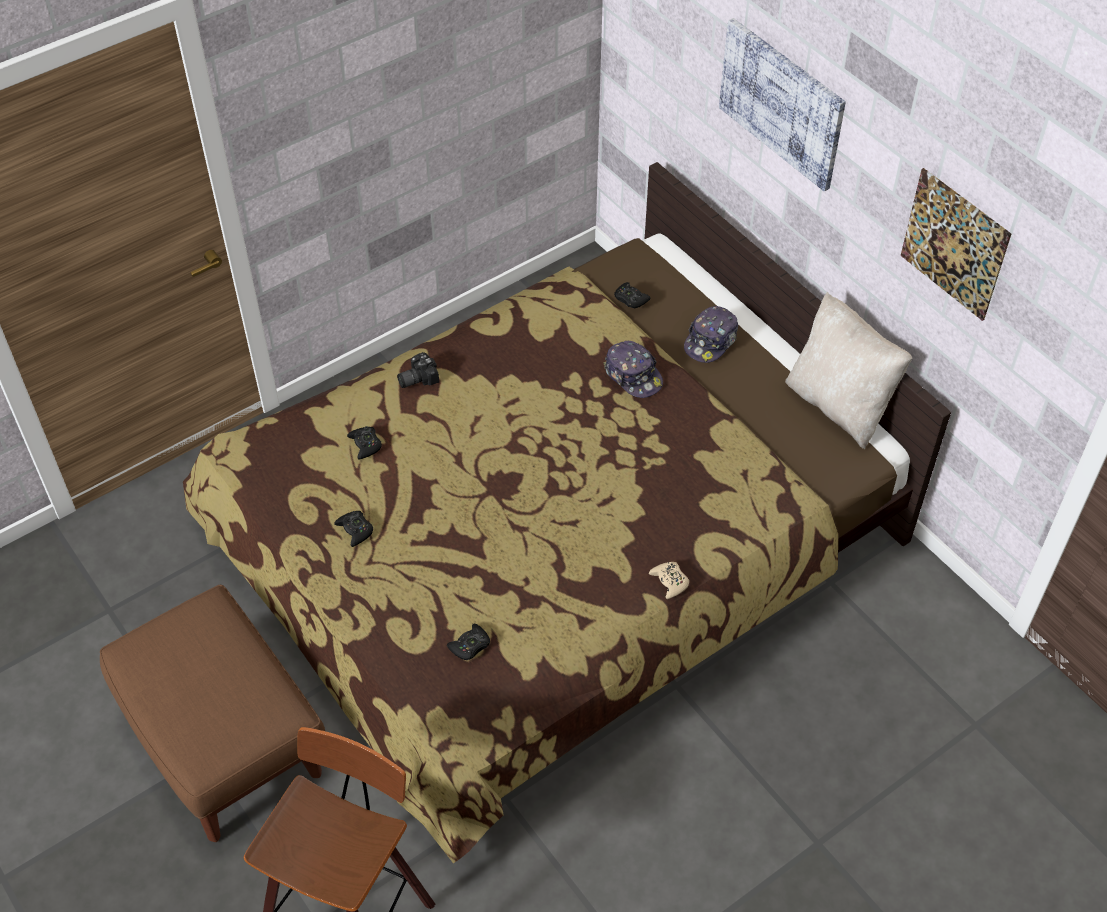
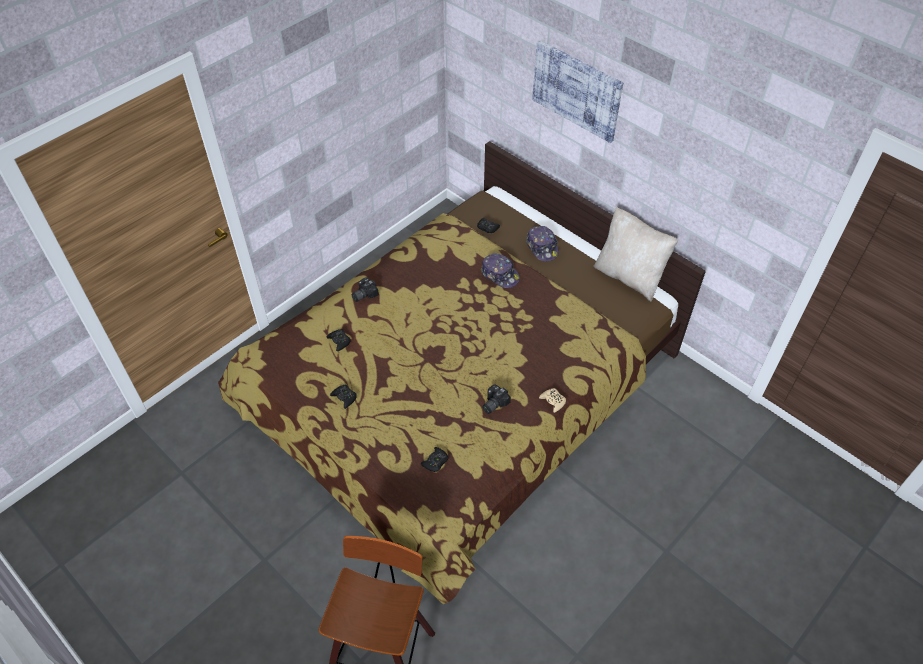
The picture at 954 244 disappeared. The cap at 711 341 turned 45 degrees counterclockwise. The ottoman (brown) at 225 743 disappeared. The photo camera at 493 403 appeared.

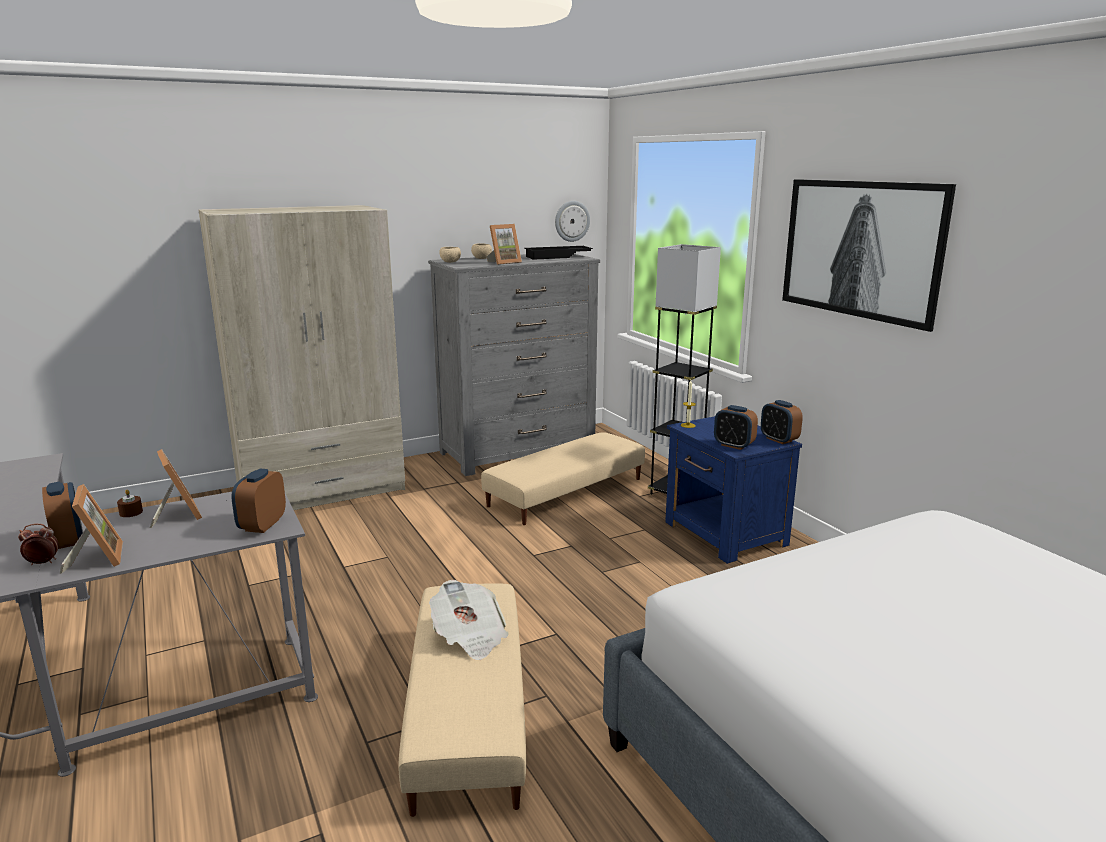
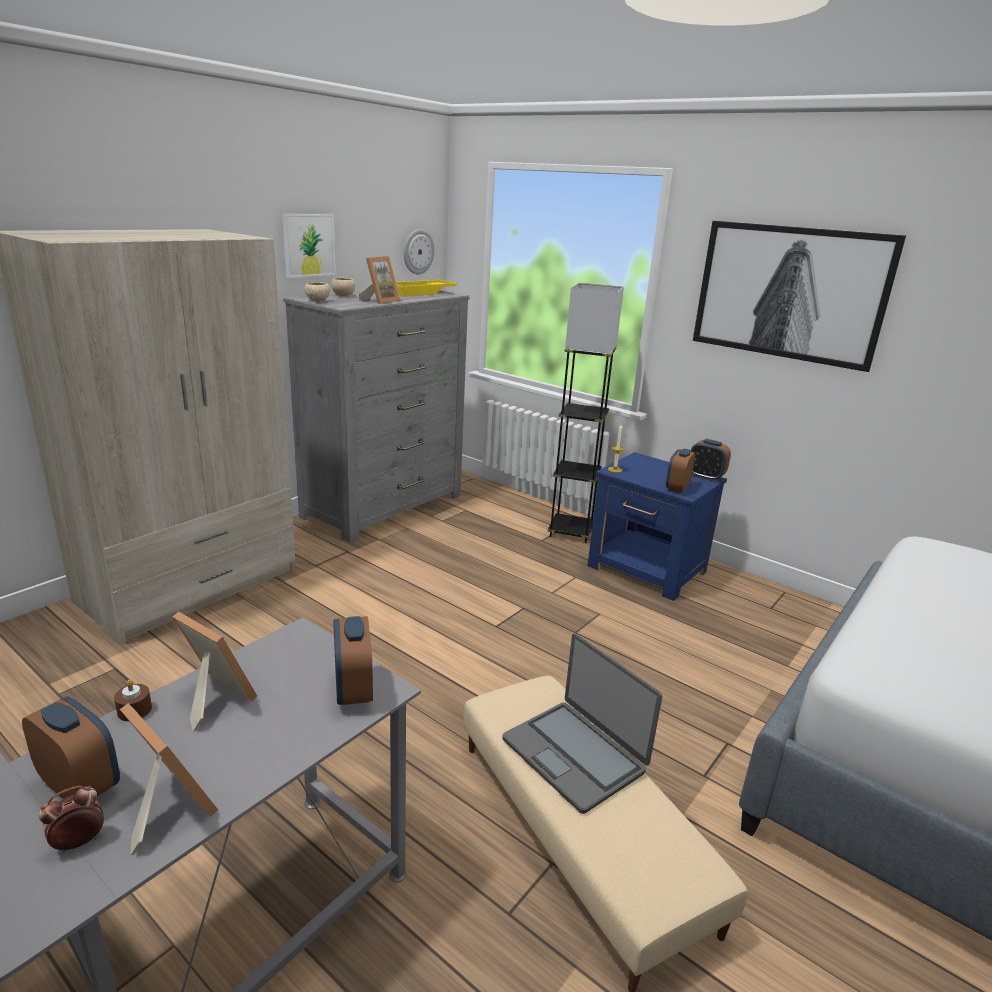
The tray (black) at 558 257 became the tray (yellow) at 422 293. The alarm clock at 733 445 turned 105 degrees clockwise. The ottoman (beige) at 566 492 disappeared. The newspaper at 469 637 was replaced by the laptop at 574 755. The picture at 308 245 appeared.

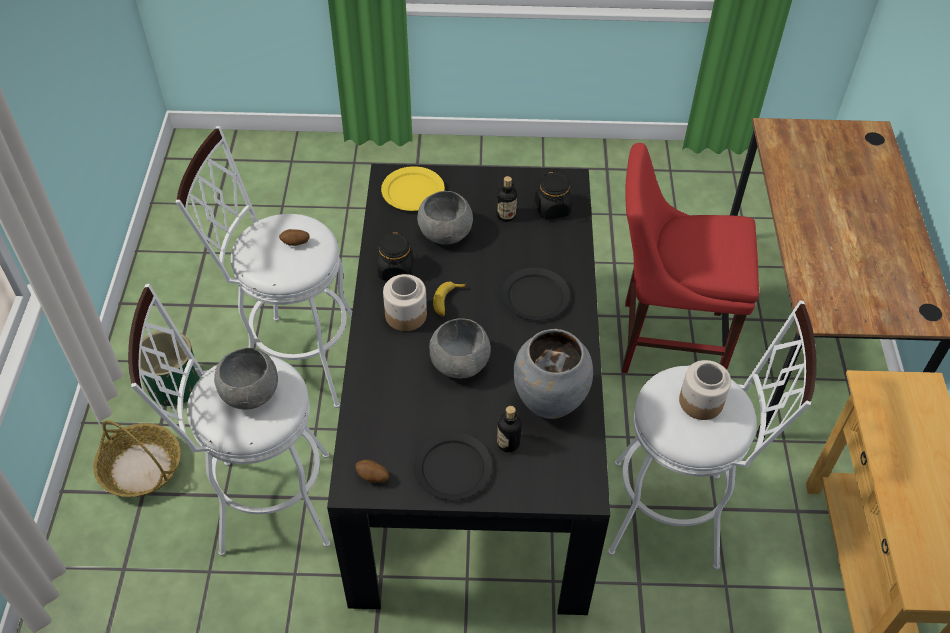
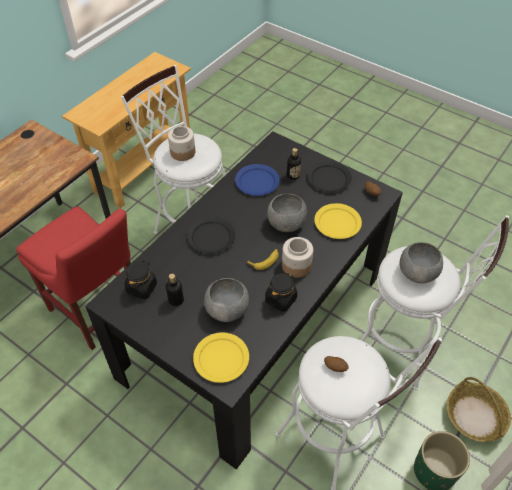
The vase (grey) at 550 404 was replaced by the plate (blue) at 257 181. The plate (yellow) at 337 222 appeared.

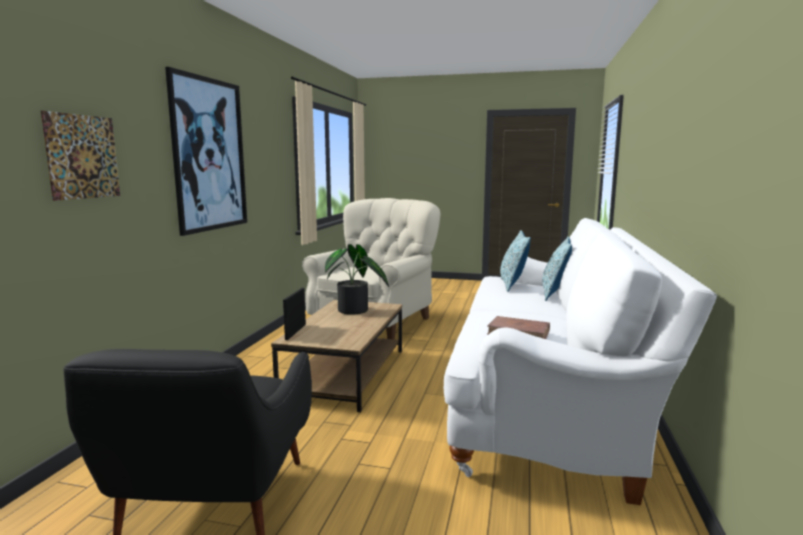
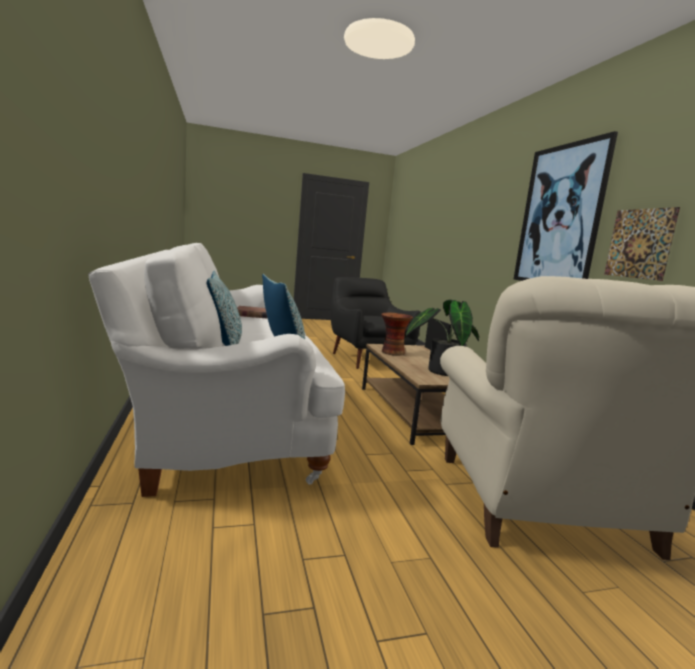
The picture moved from 83 157 to 639 243. The vase at 392 352 appeared.

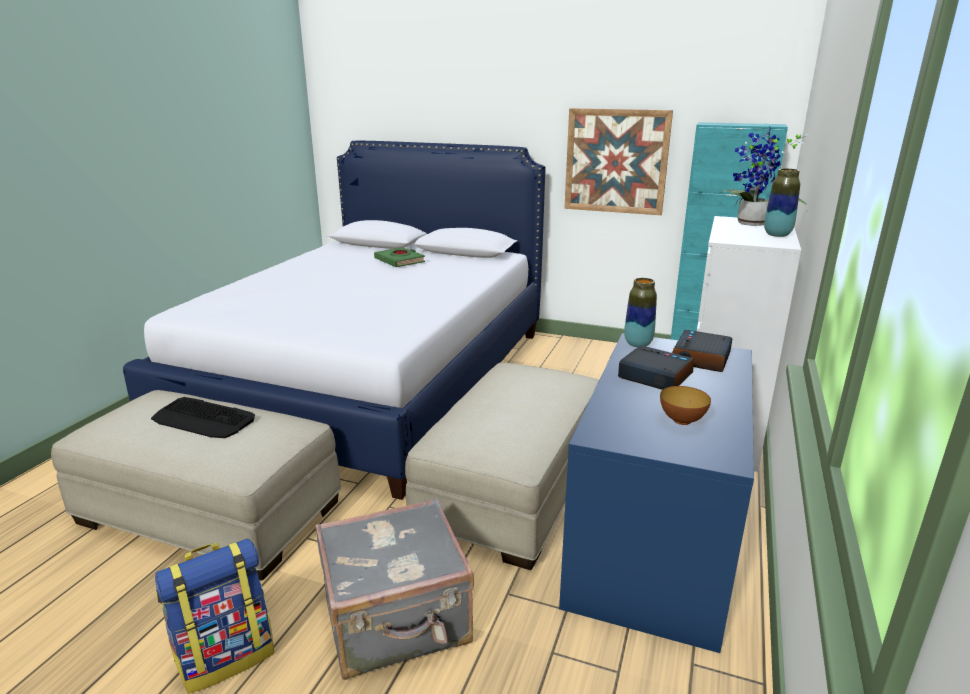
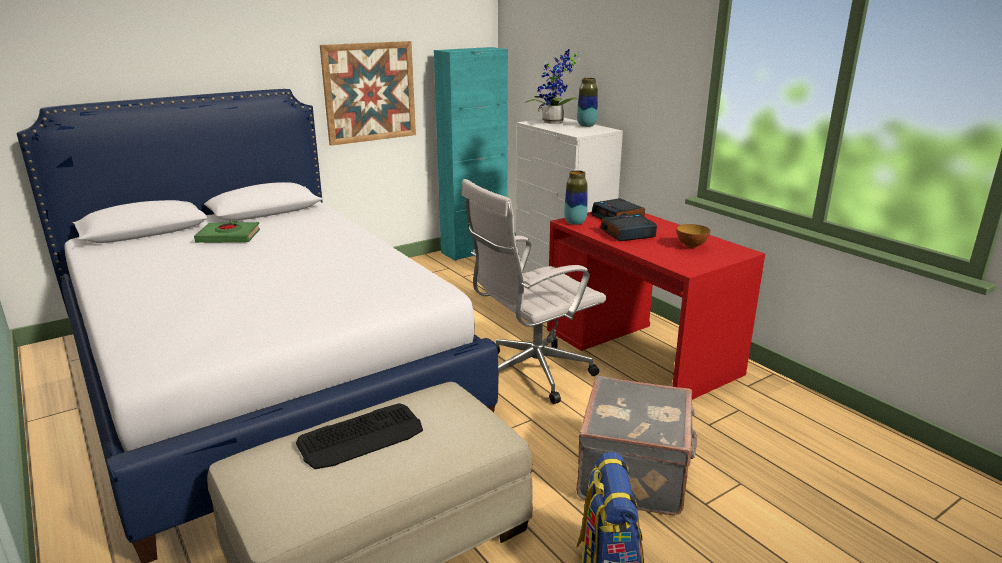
The desk (blue) at 654 539 became the desk (red) at 640 351. The ottoman (beige) at 512 486 was replaced by the office chair (white) at 531 374.

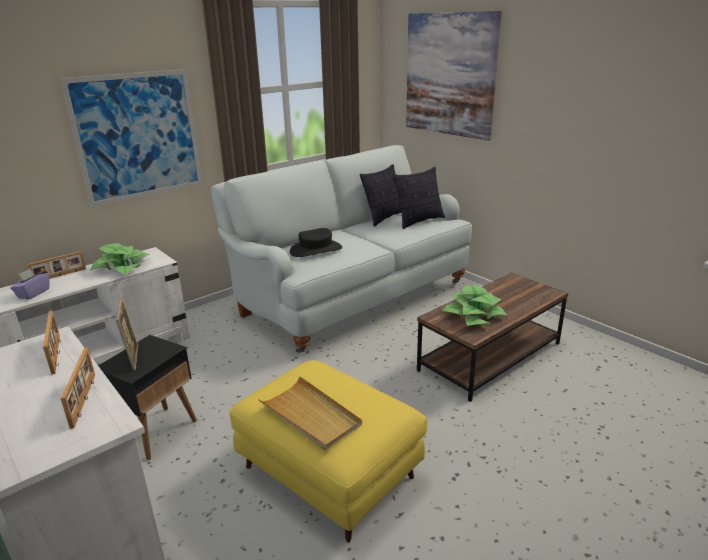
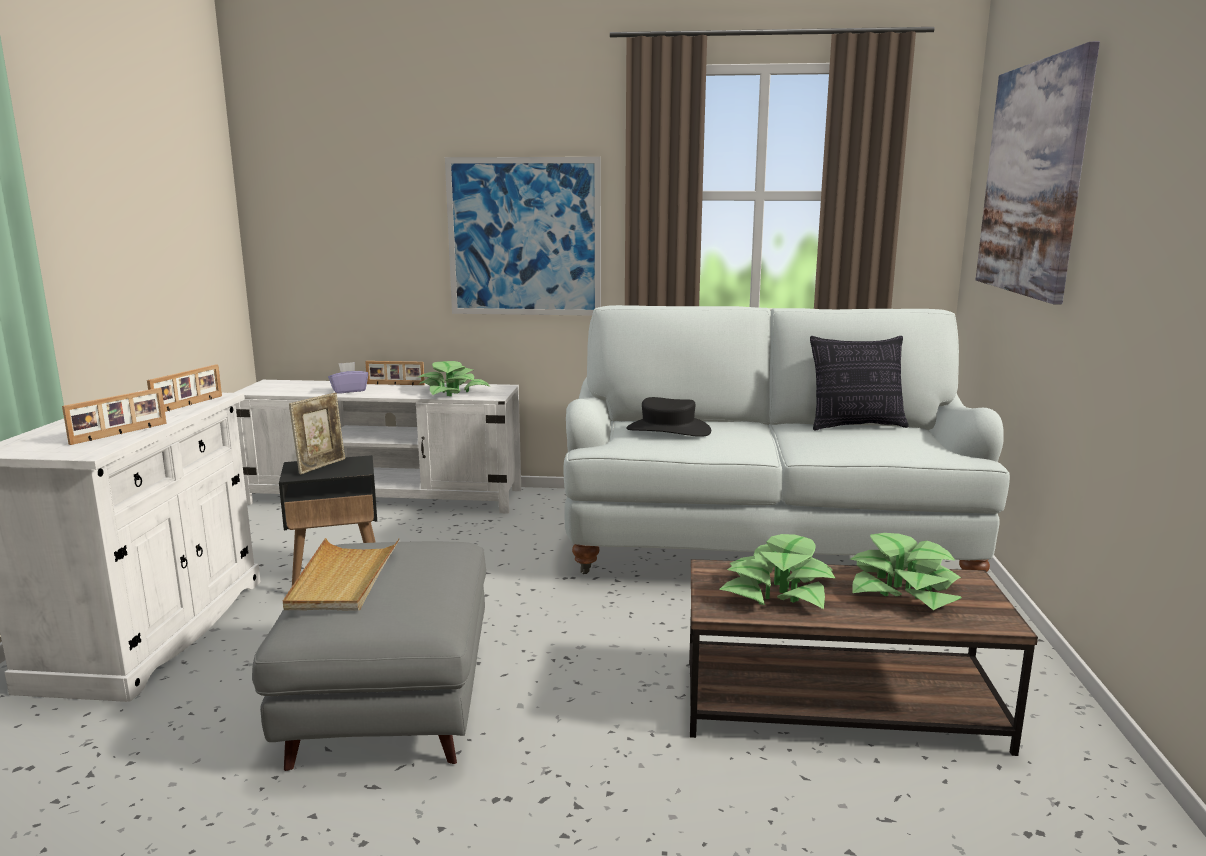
The pillow at 419 221 disappeared. The ottoman (yellow) at 328 473 became the ottoman (grey) at 390 700. The potted plant at 904 590 appeared.

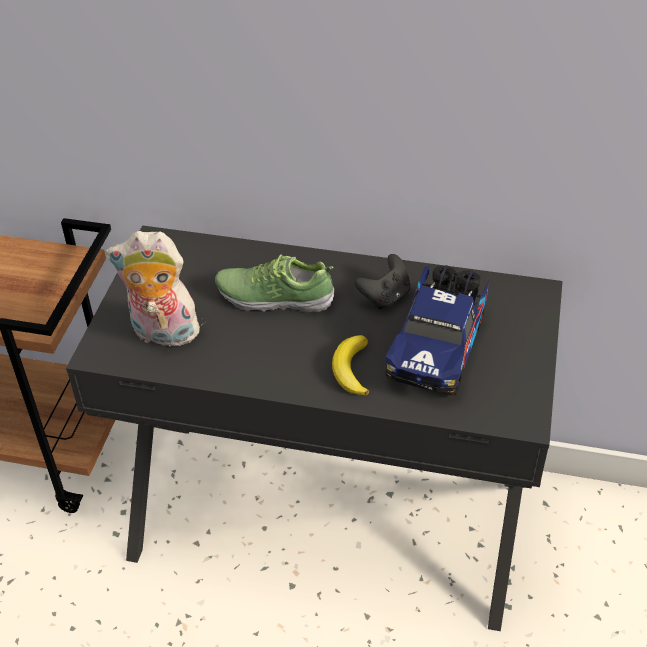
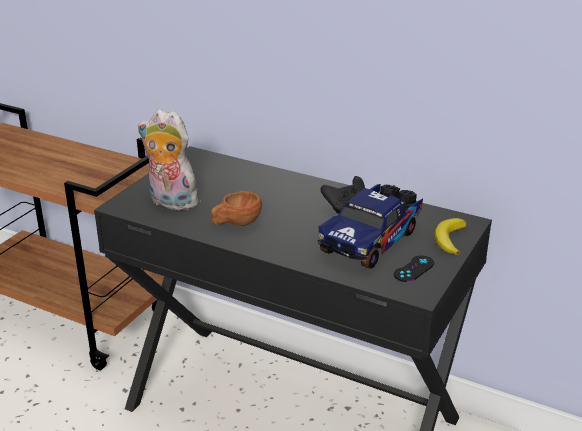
The shoe at 275 296 disappeared. The banana moved from 351 369 to 449 239. The cup (brown) at 236 223 appeared. The game controller (black) at 414 269 appeared.

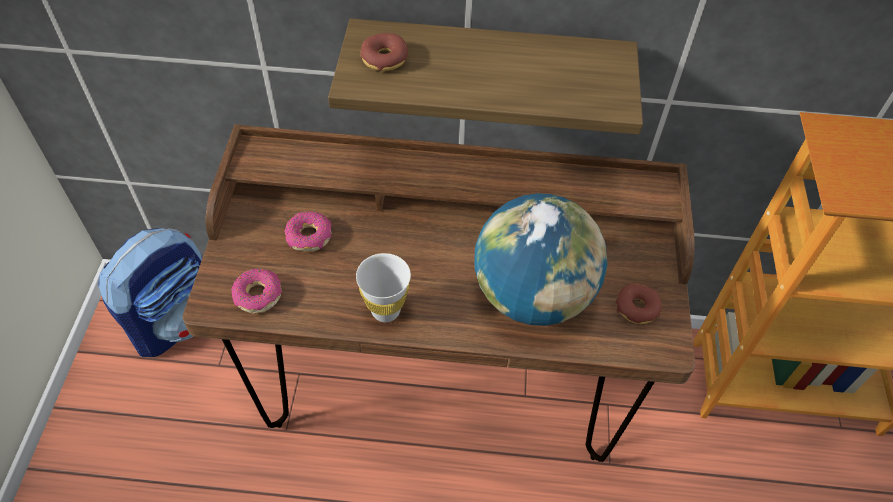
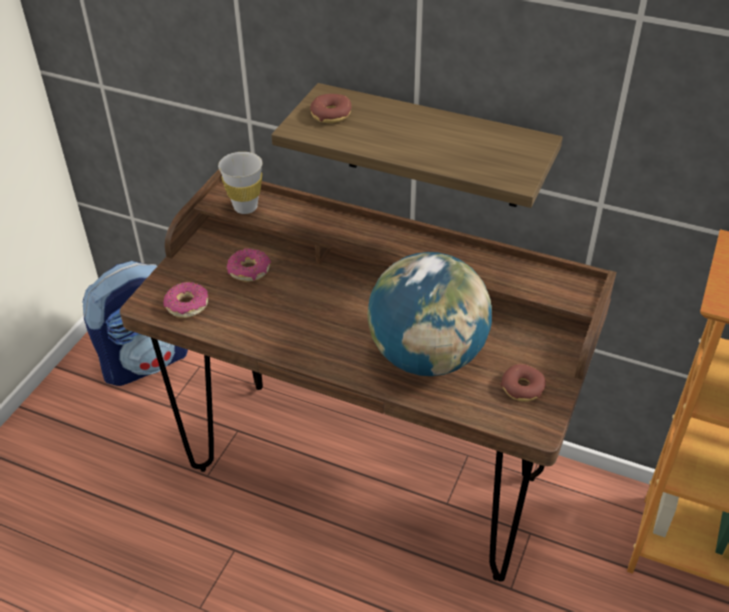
The cup (white) moved from 385 310 to 245 207.

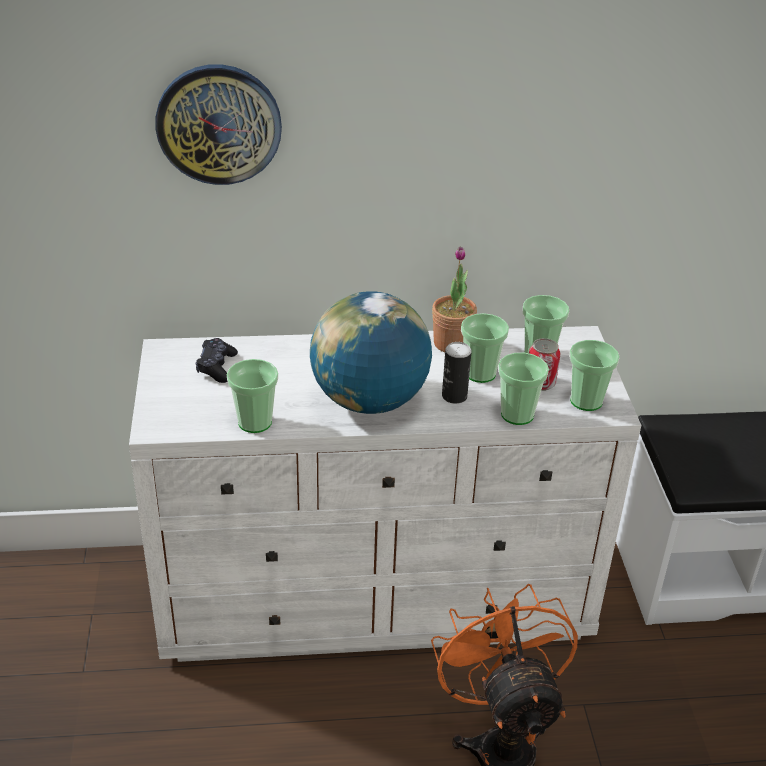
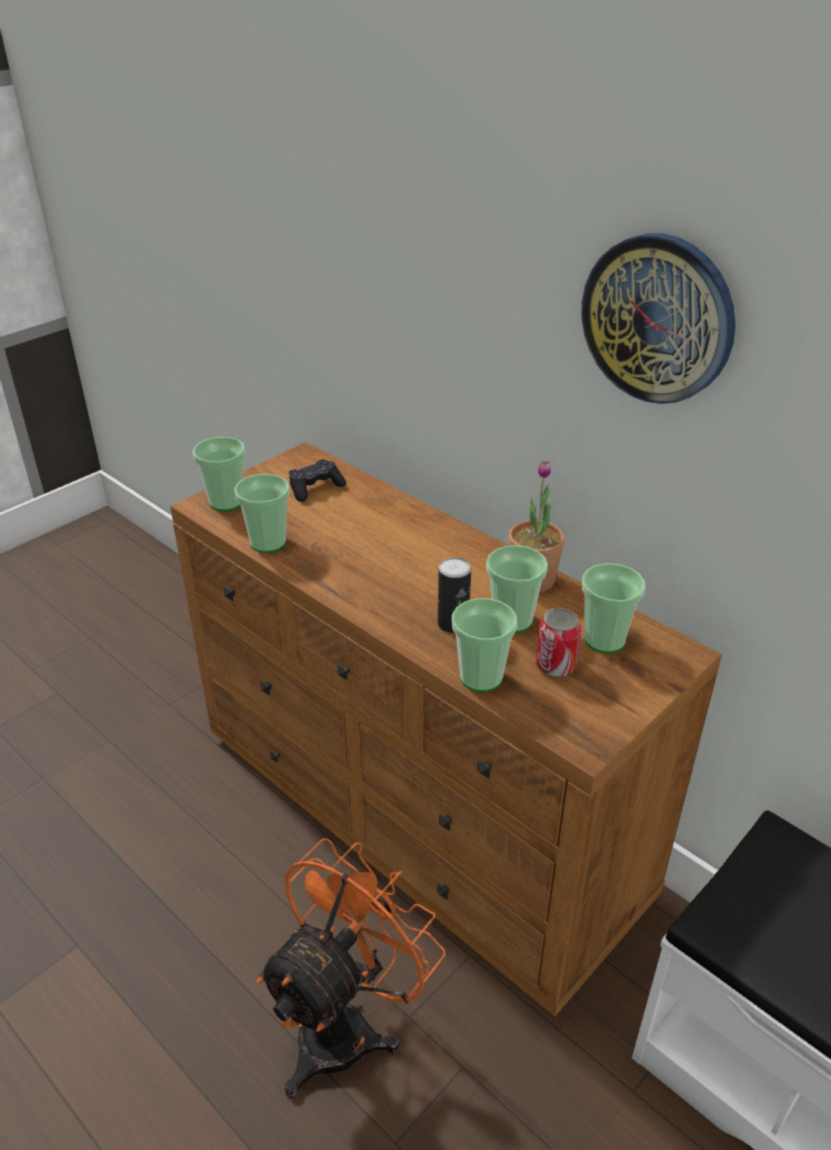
The wall clock moved from 219 124 to 657 319. The globe at 369 401 disappeared. The dresser (white) at 378 596 became the dresser (brown) at 420 815. The cup moved from 586 401 to 226 502.

